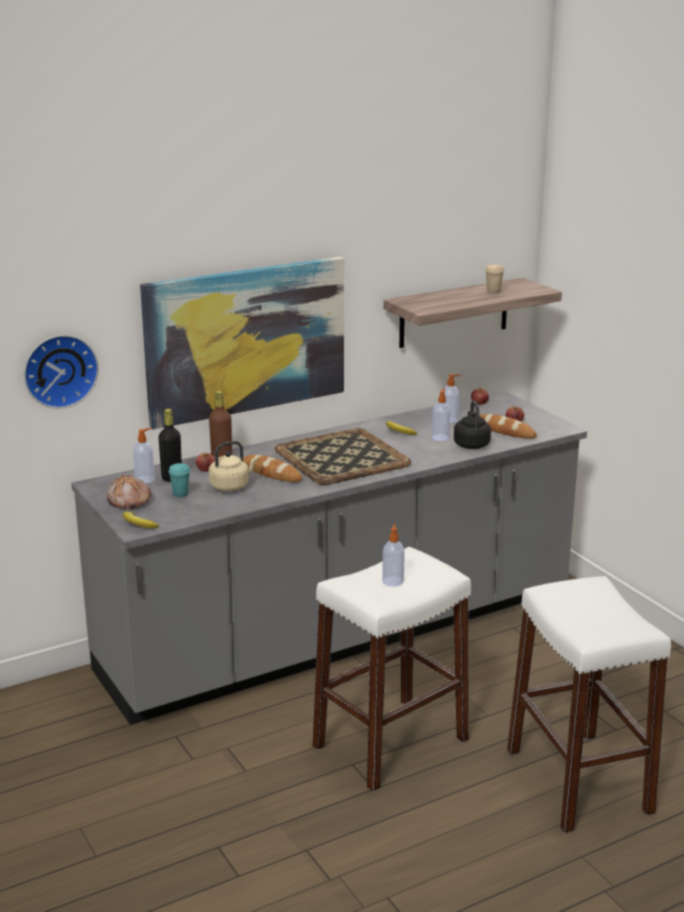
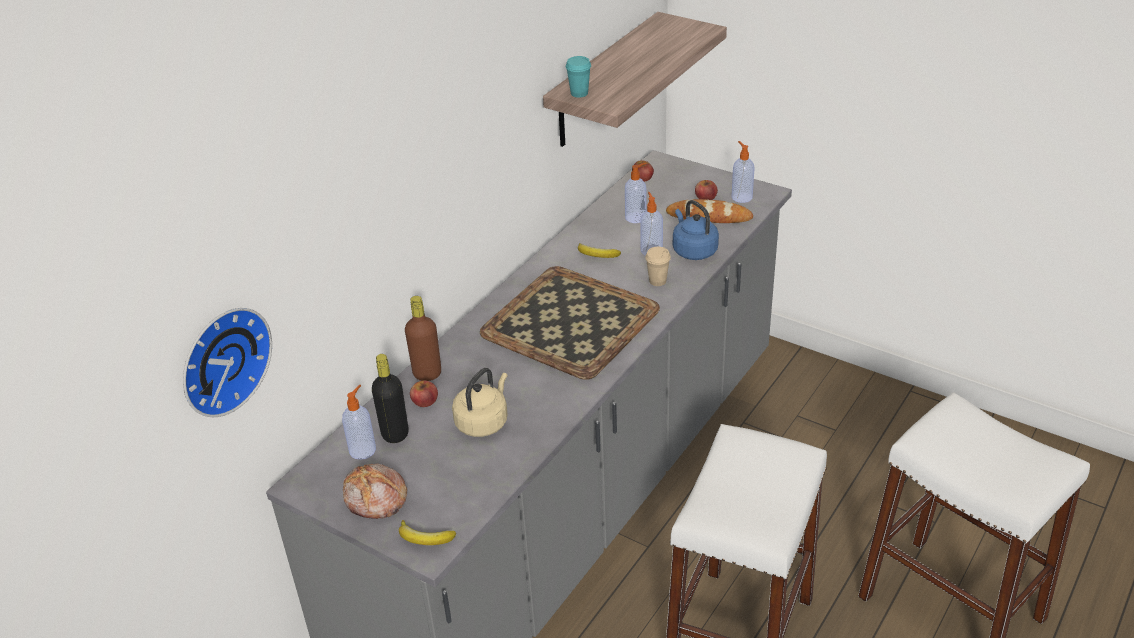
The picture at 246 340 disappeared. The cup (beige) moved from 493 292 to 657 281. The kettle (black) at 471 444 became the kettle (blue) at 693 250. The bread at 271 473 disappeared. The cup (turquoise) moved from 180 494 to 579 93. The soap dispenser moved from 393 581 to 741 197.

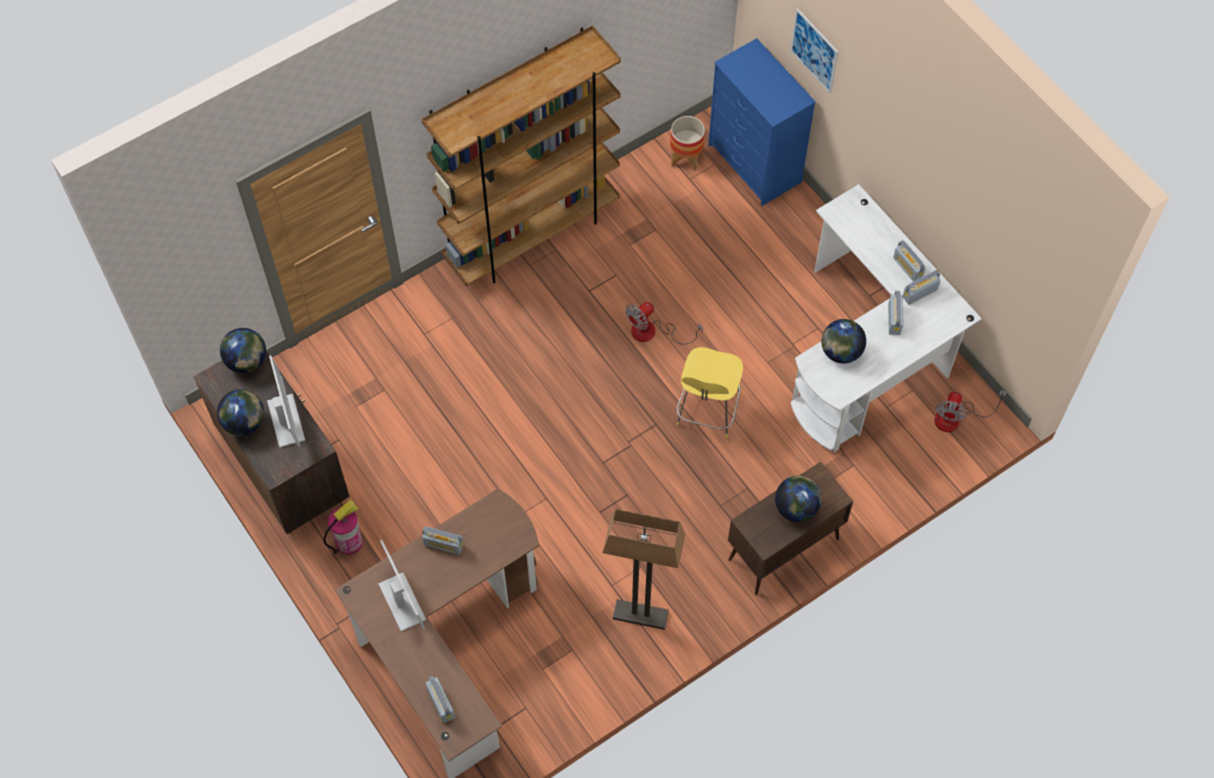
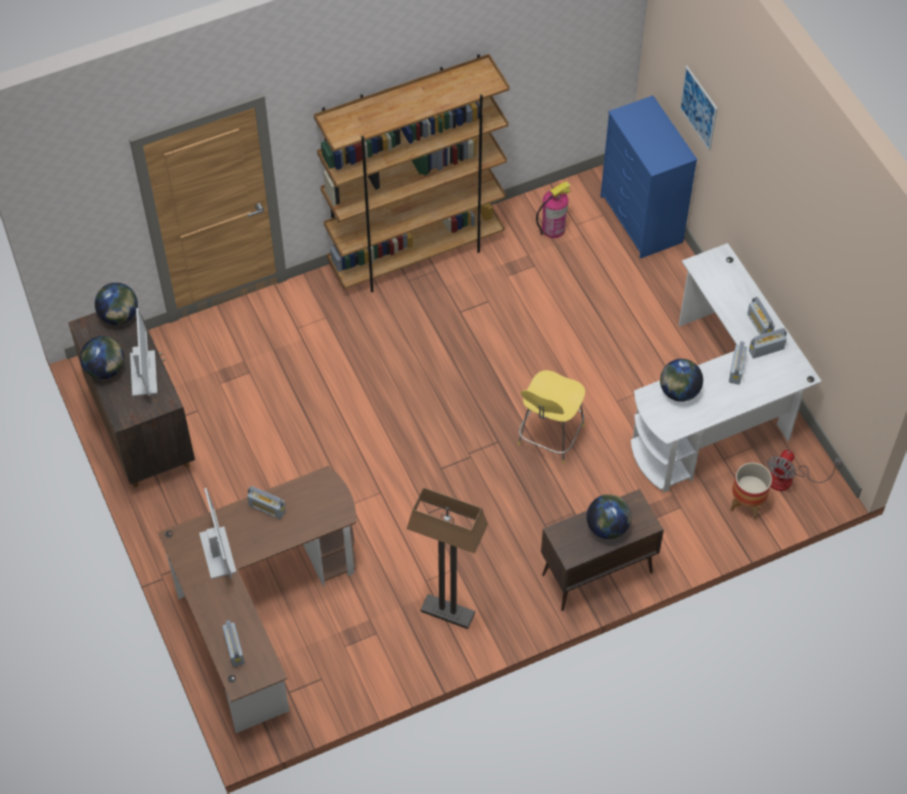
The planter moved from 686 158 to 747 504. The fan at 652 332 disappeared. The fire extinguisher moved from 349 541 to 553 228.

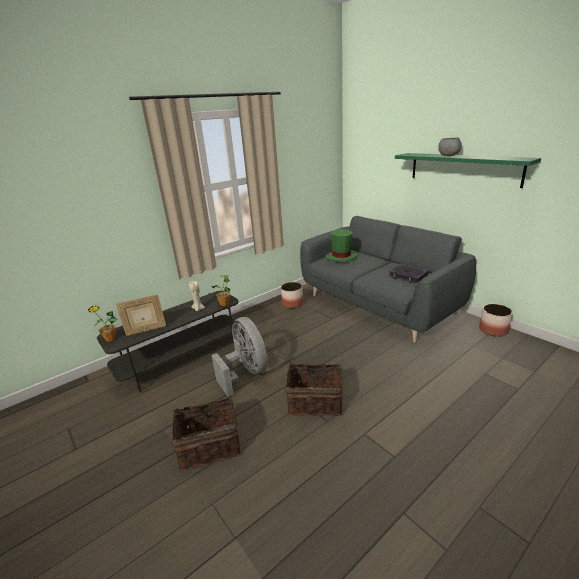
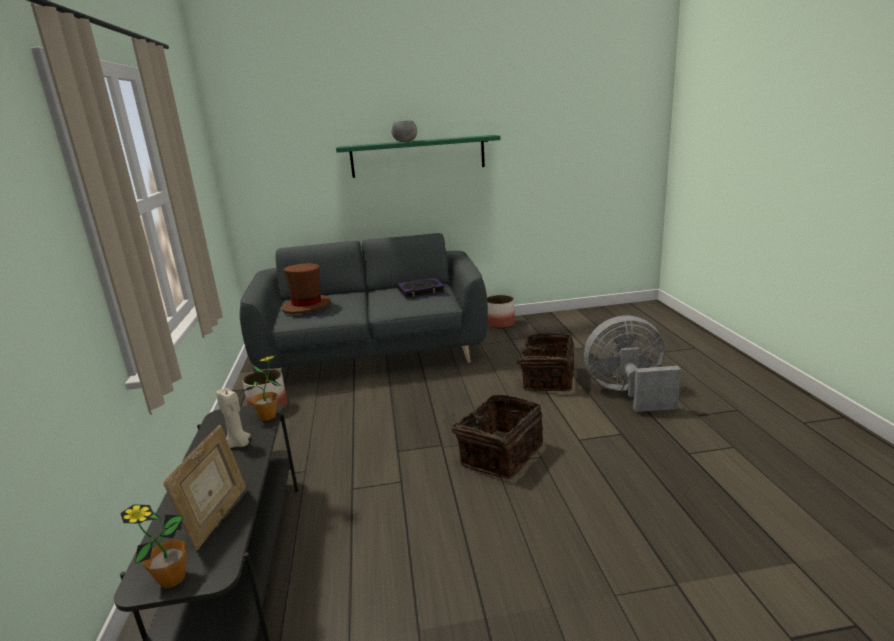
The hat (green) at 341 257 became the hat (brown) at 307 306. The fan (grey) moved from 246 373 to 628 393. The basket moved from 209 444 to 546 378.

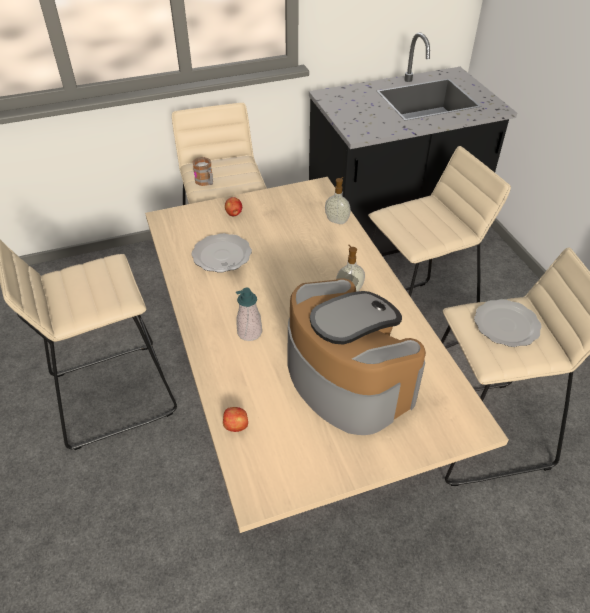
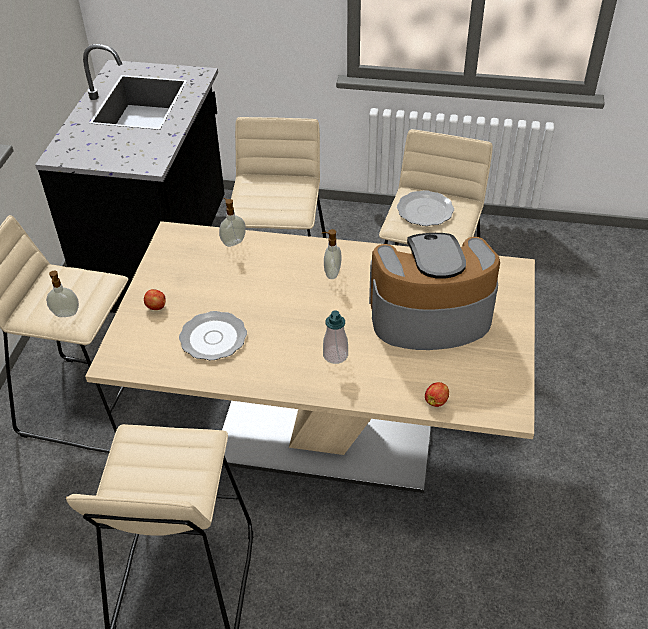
The mug at 206 182 was replaced by the soap dispenser at 66 314.

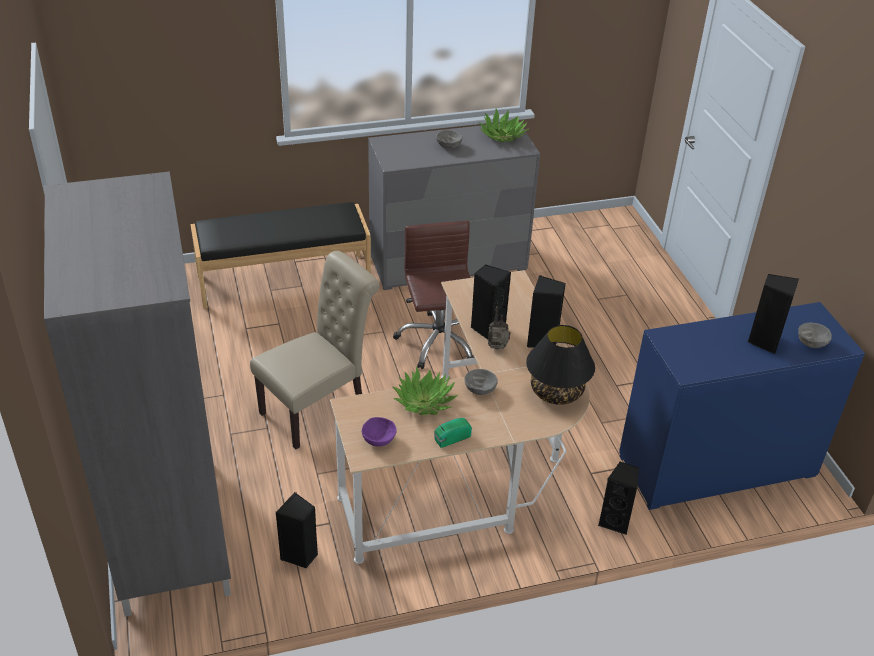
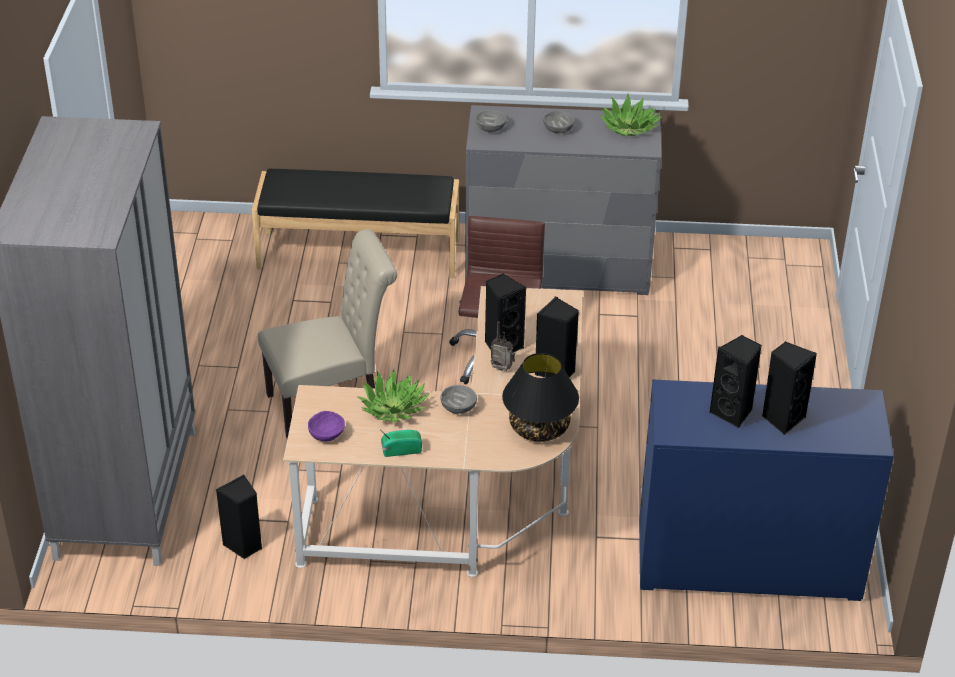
The bowl (grey) moved from 811 343 to 490 128. The speaker (black) moved from 615 521 to 733 413.

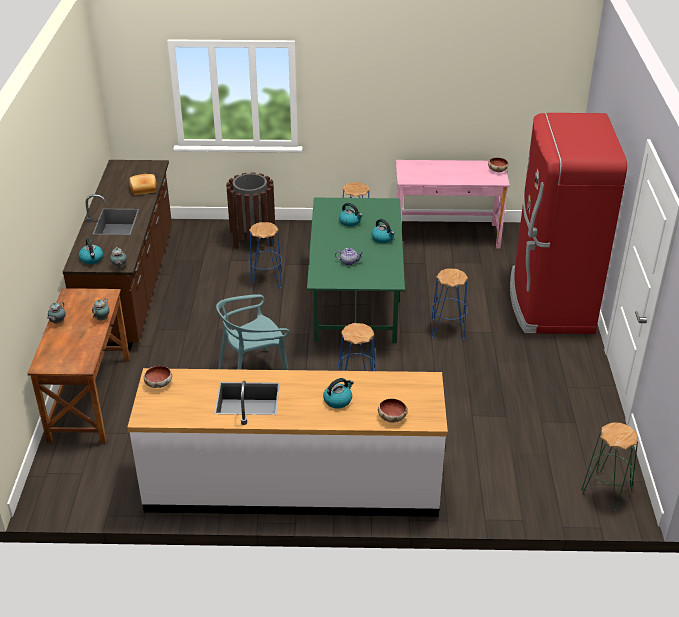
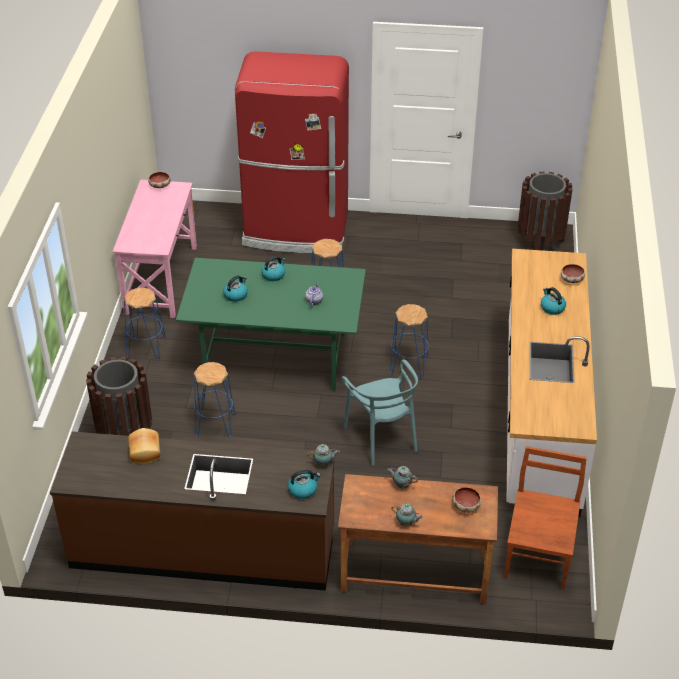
The bowl moved from 159 383 to 465 506. The stool (green) at 606 491 was replaced by the trash can (brown) at 540 241. The chair (brown) at 539 555 appeared.

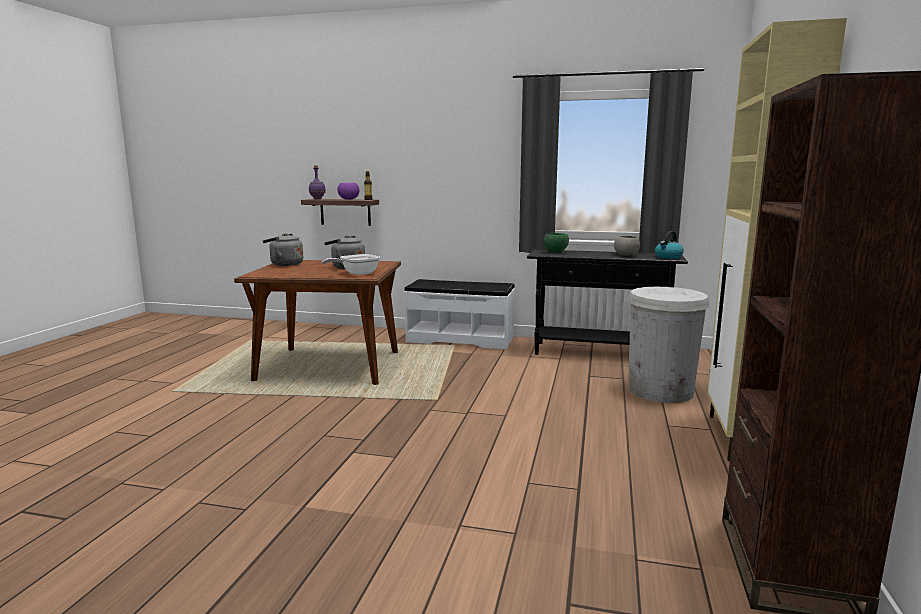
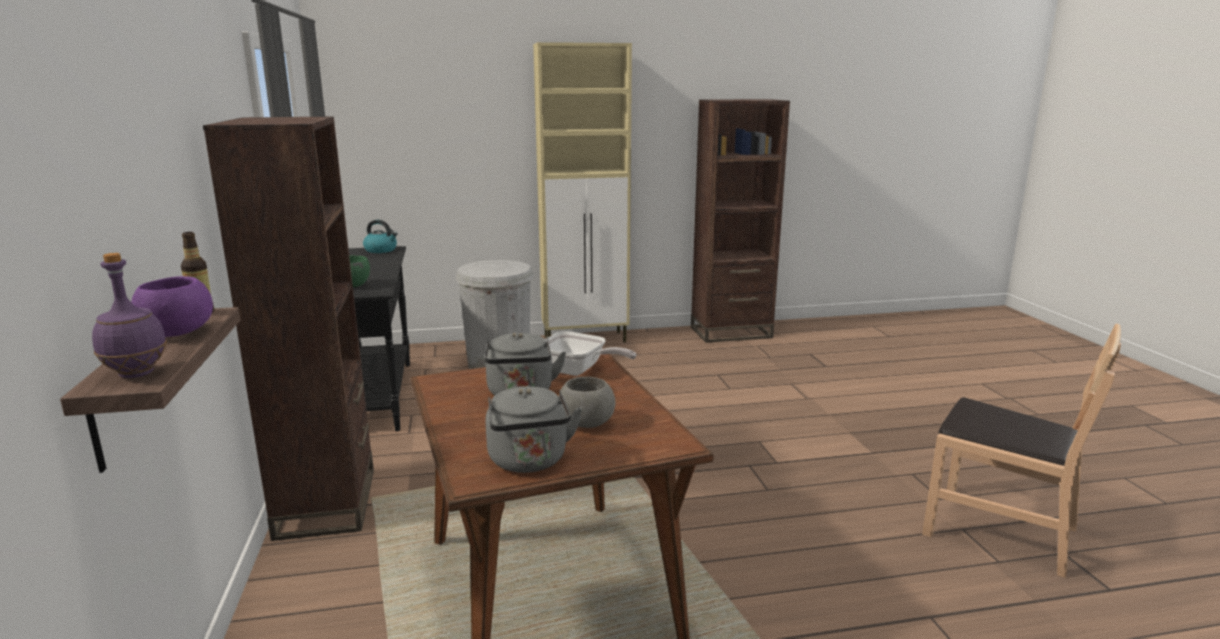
The bowl (grey) moved from 626 255 to 586 424. The bench (white) at 460 339 was replaced by the bookcase (brown) at 327 502. The chair (brown) at 999 530 appeared.

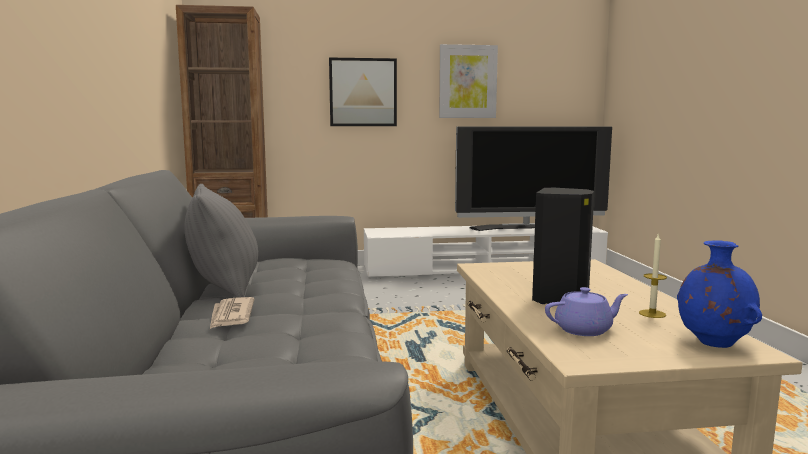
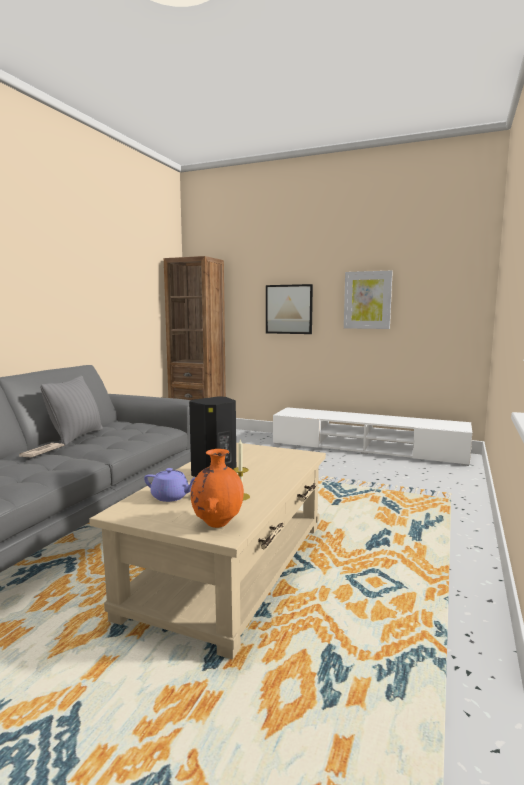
The television at 528 228 disappeared. The vase (blue) at 713 343 became the vase (orange) at 217 523.

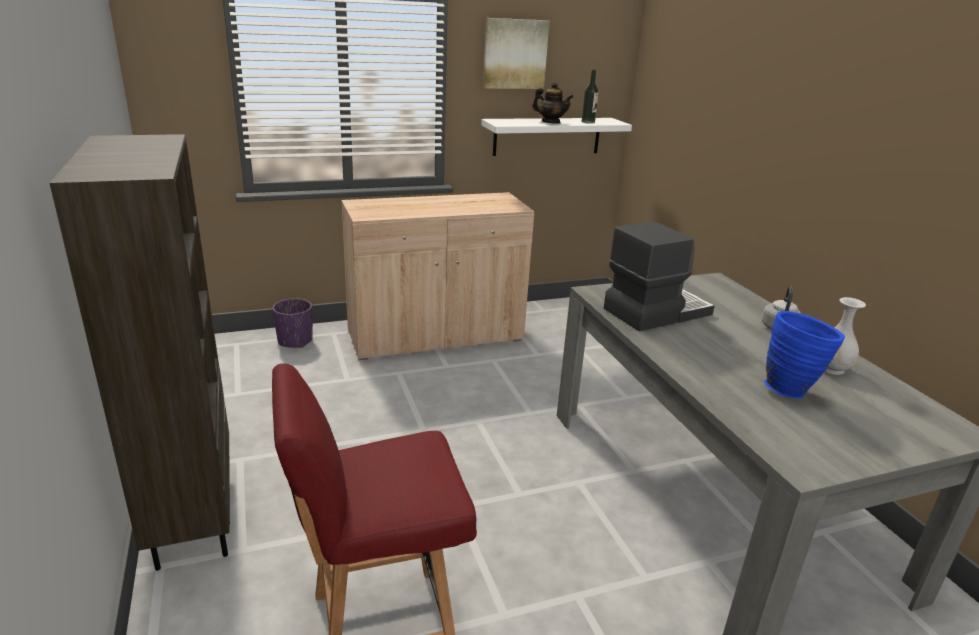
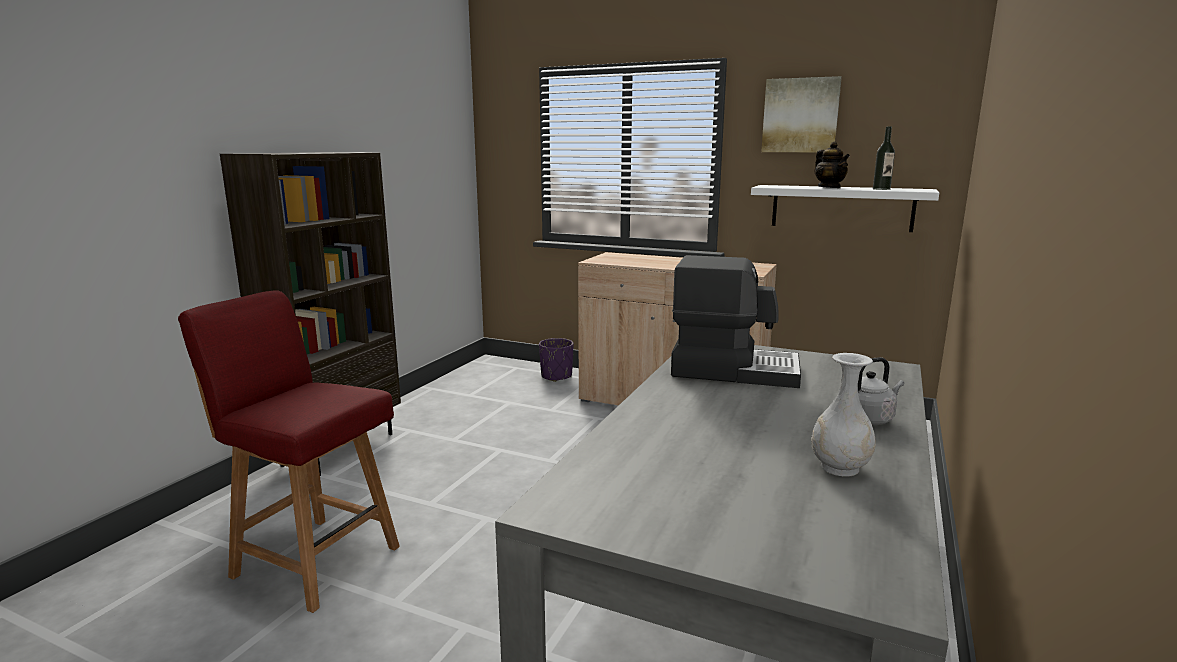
The vase (blue) at 790 390 disappeared.

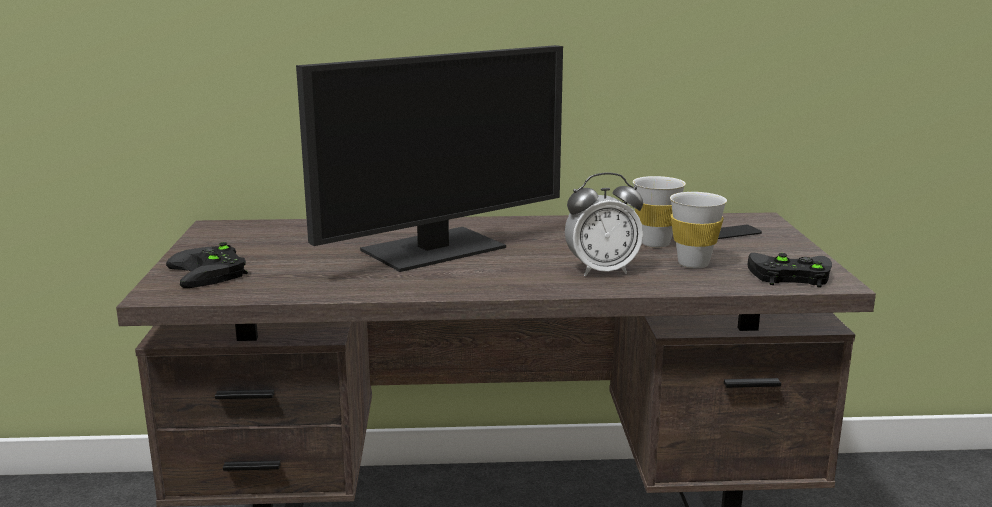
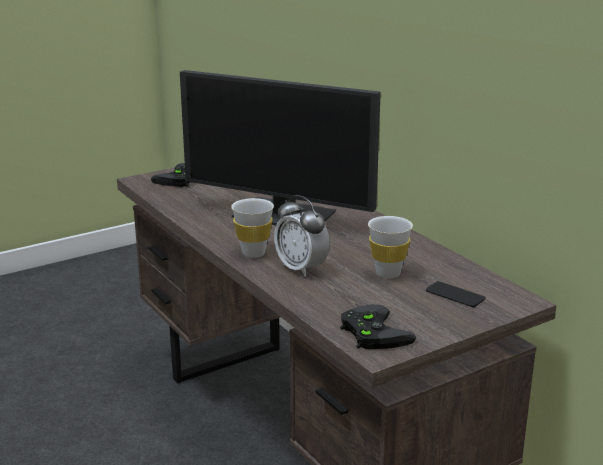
The cup (white) moved from 693 263 to 253 253.

